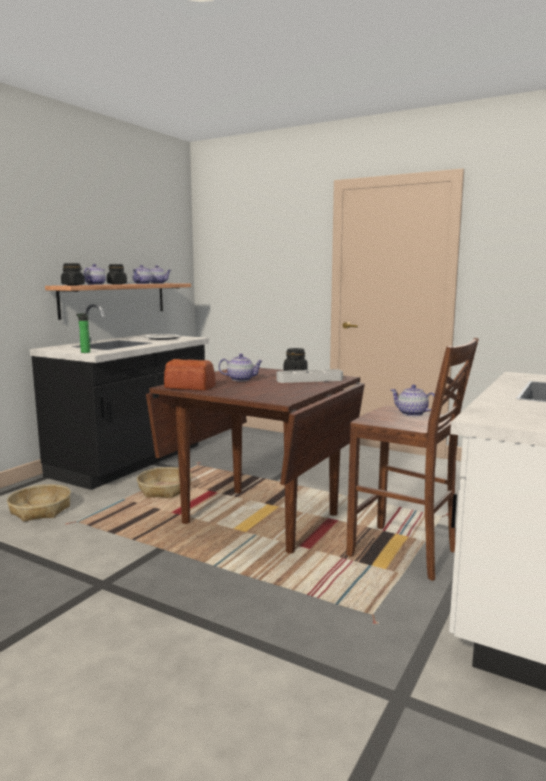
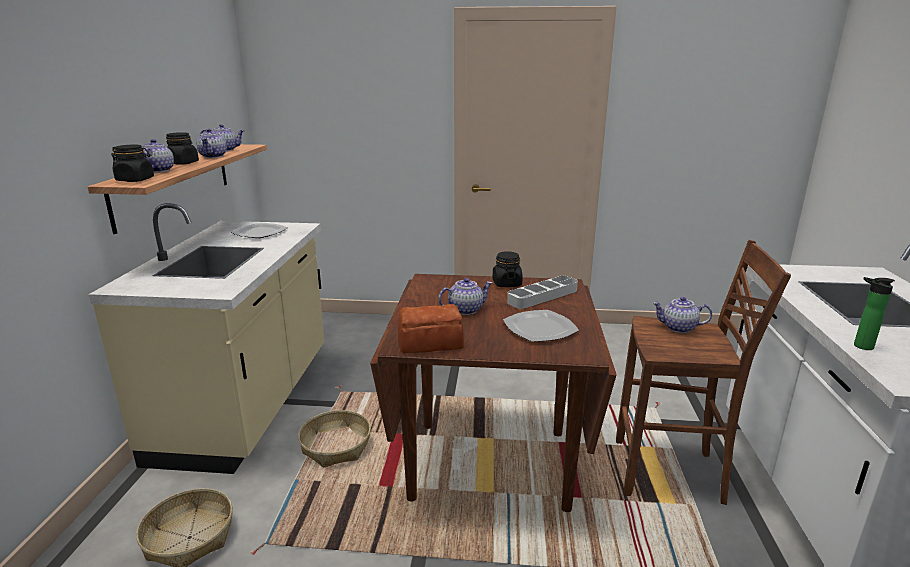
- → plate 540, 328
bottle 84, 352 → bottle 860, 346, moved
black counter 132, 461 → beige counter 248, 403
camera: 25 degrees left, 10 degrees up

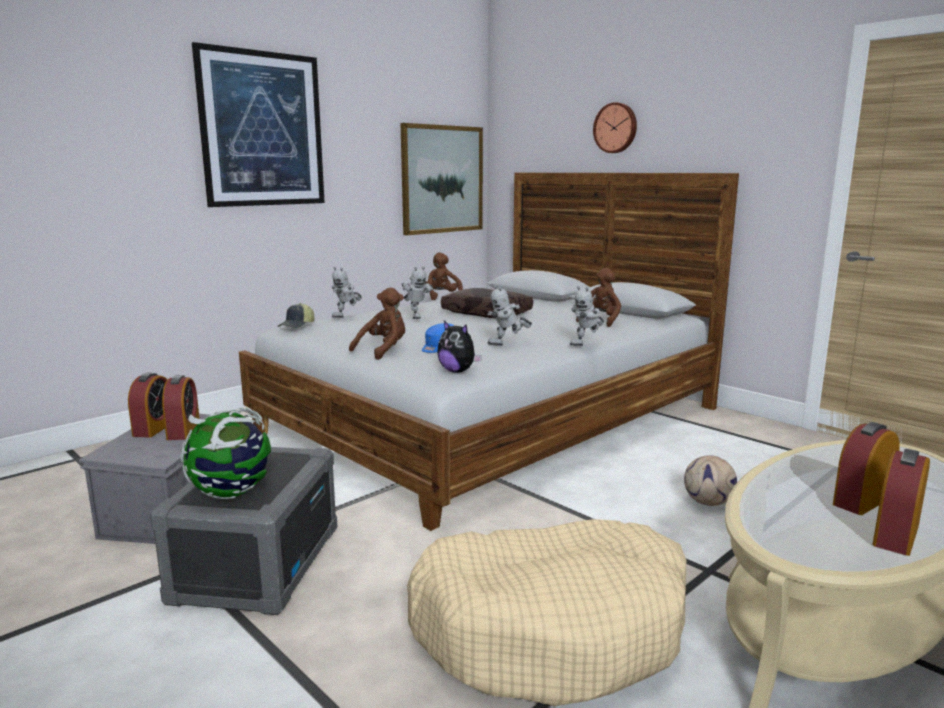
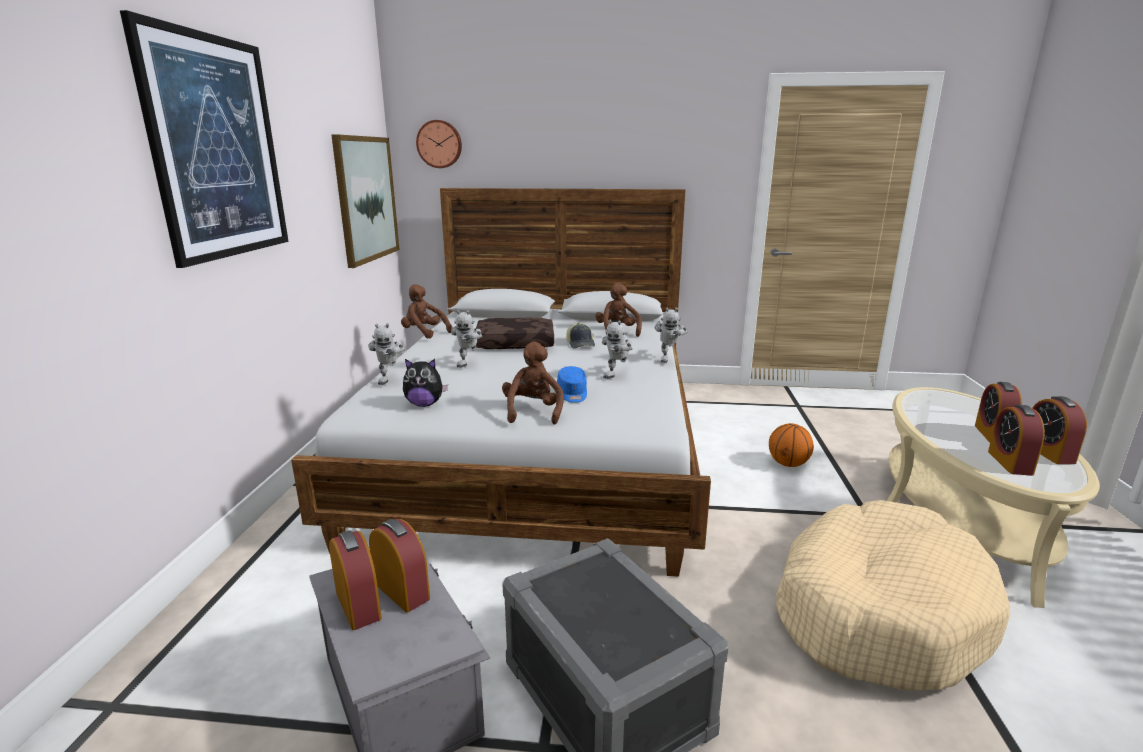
globe 232, 493 → -
- → alarm clock 1010, 462
cap 297, 325 → cap 581, 344, moved
plush toy 458, 371 → plush toy 425, 404, moved
wall clock 616, 128 → wall clock 439, 144, moved
football 708, 503 → basketball 788, 464
toy robot 416, 317 → toy robot 469, 363, 75 degrees clockwise
camera: 40 degrees left, 5 degrees up

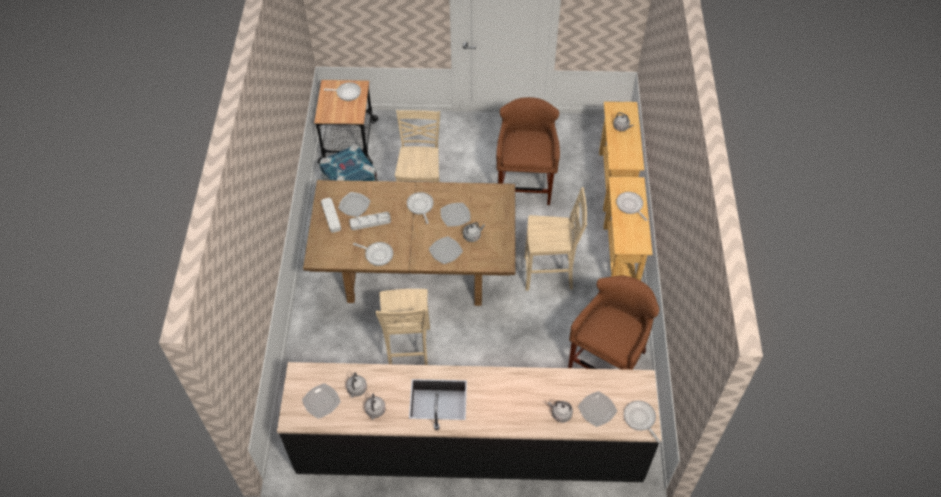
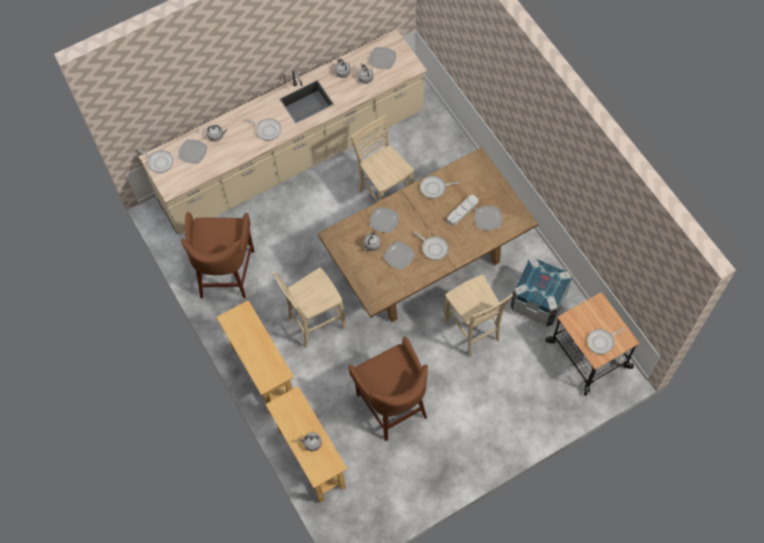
grey tray 331, 216 → -
frying pan 630, 206 → frying pan 267, 130, moved
black counter 470, 445 → beige counter 293, 158
camera: 150 degrees right, 10 degrees up

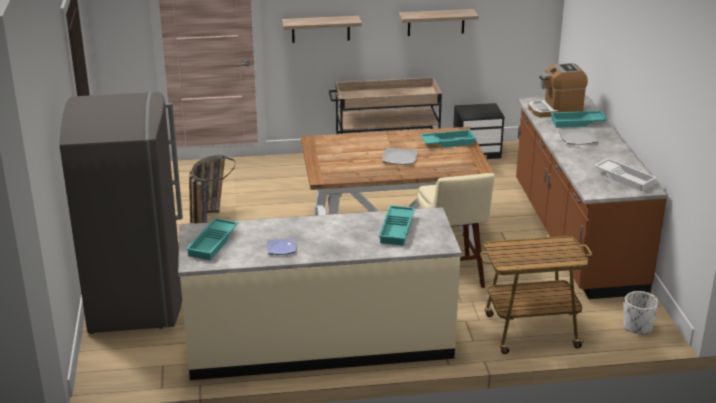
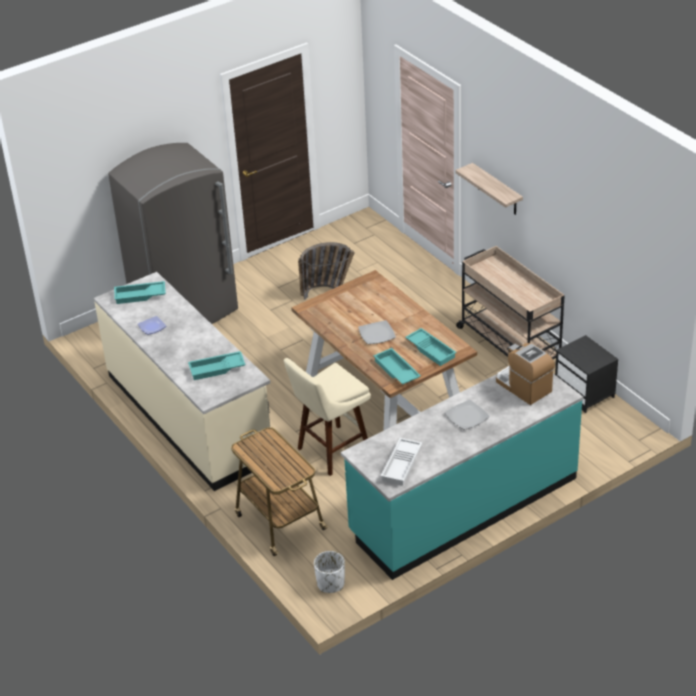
shelf 436, 22 → -
turquoise tray 577, 123 → turquoise tray 396, 371, moved
brown counter 575, 236 → turquoise counter 463, 505
camera: 65 degrees right, 10 degrees up

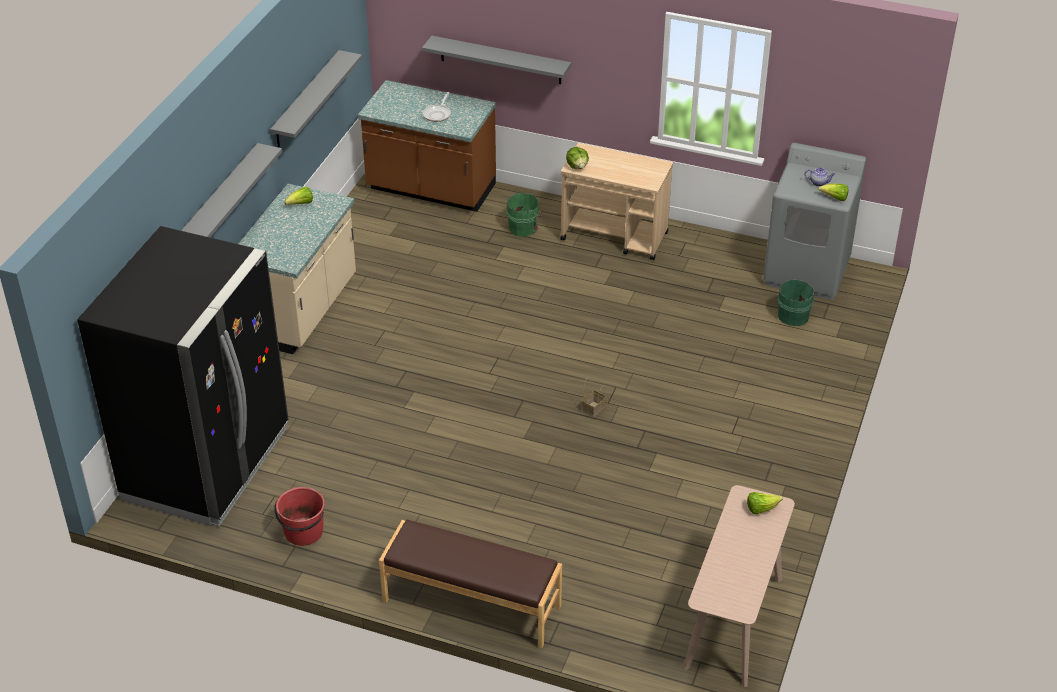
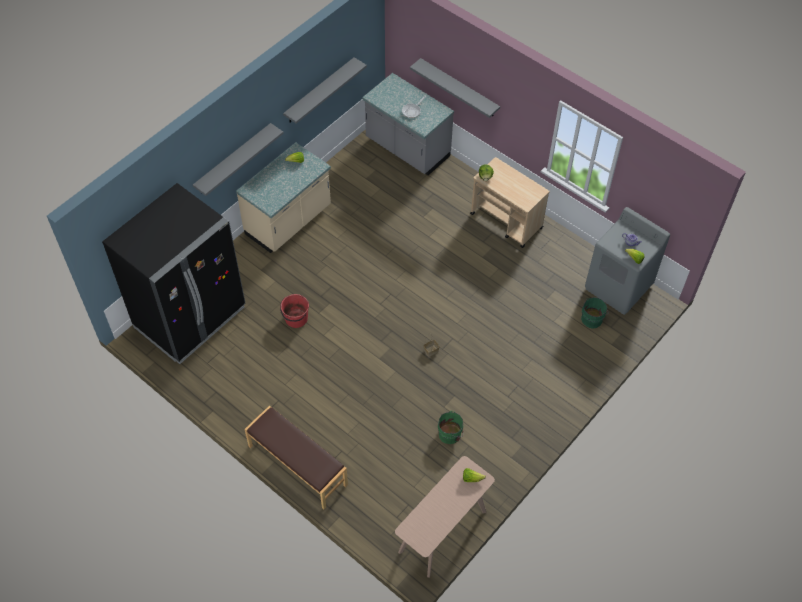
red bucket 303, 532 → red bucket 296, 319, moved
green bucket 524, 227 → green bucket 451, 434, moved
brown counter 431, 189 → grey counter 407, 149
camera: 20 degrees right, 15 degrees up

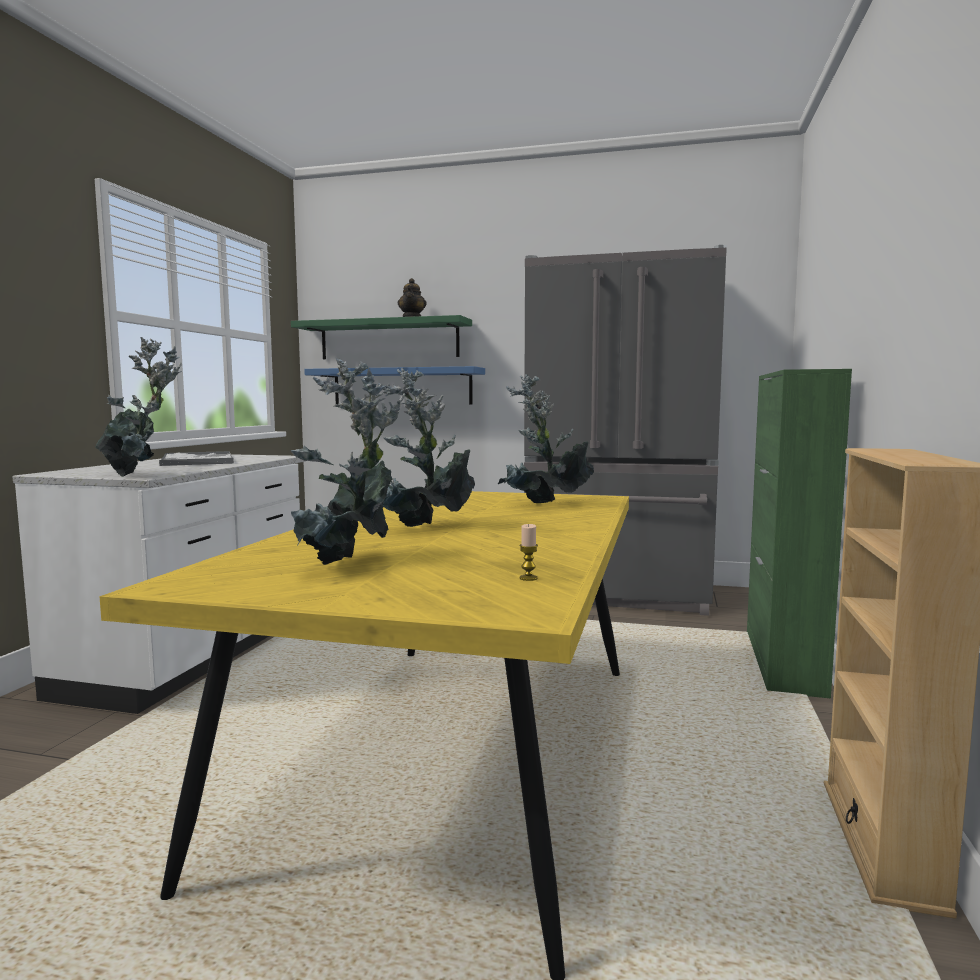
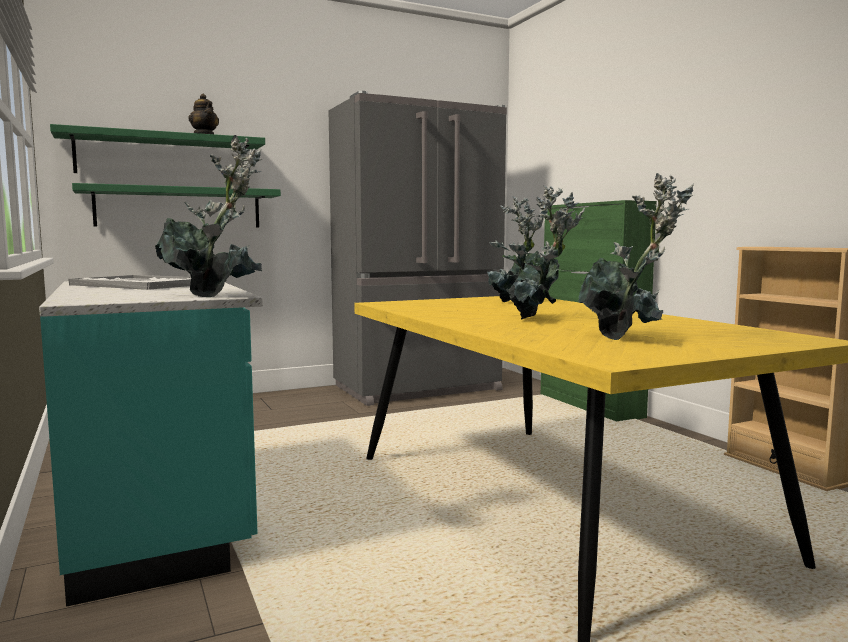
candle 528, 578 → -
white counter 192, 658 → turquoise counter 160, 517
blue shelf 402, 387 → green shelf 179, 208
camera: 40 degrees left, 0 degrees up

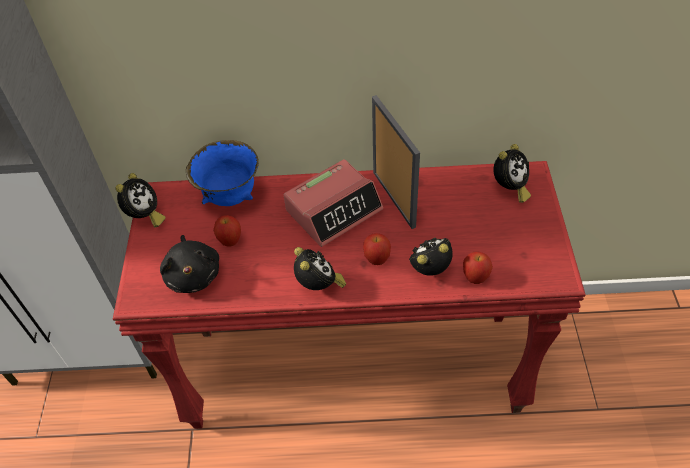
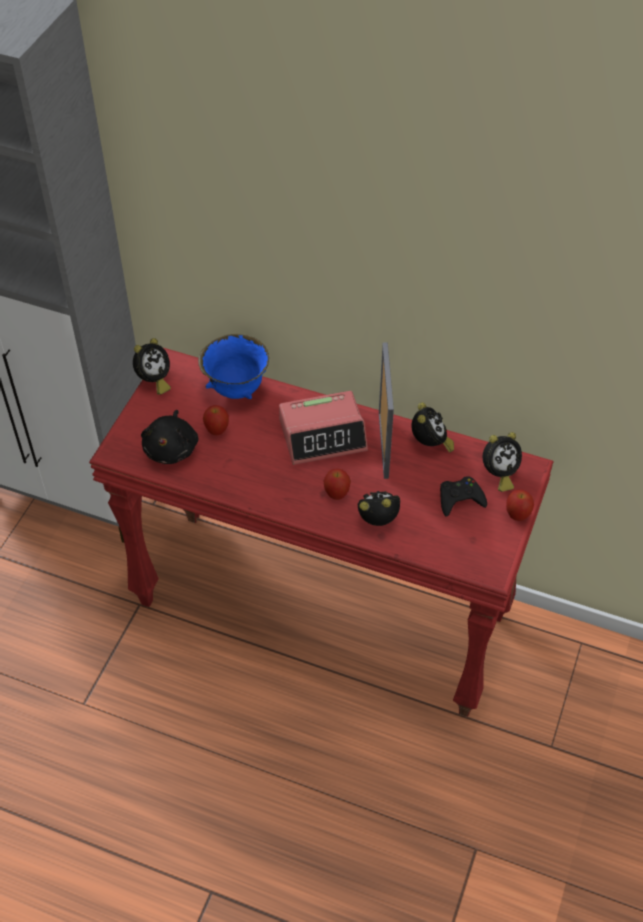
- → black game controller 460, 499
alarm clock 319, 286 → alarm clock 430, 444, moved
apple 475, 278 → apple 517, 515, moved
camera: 20 degrees right, 0 degrees up

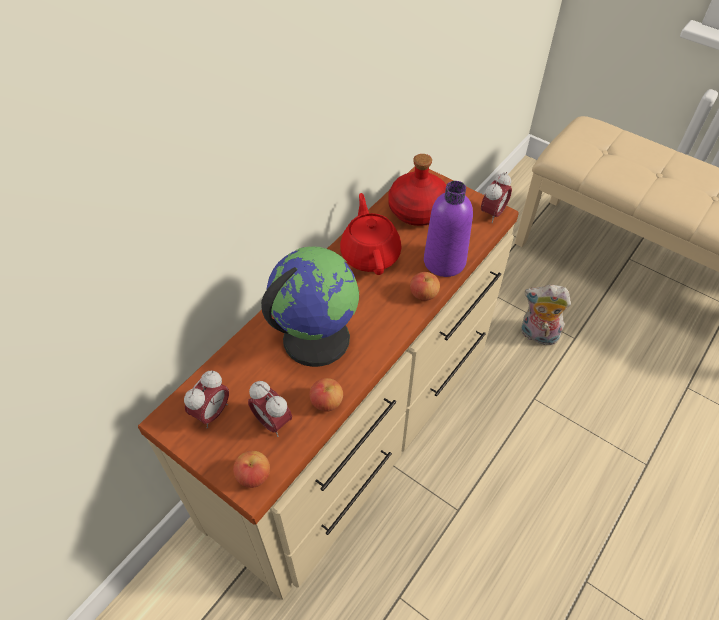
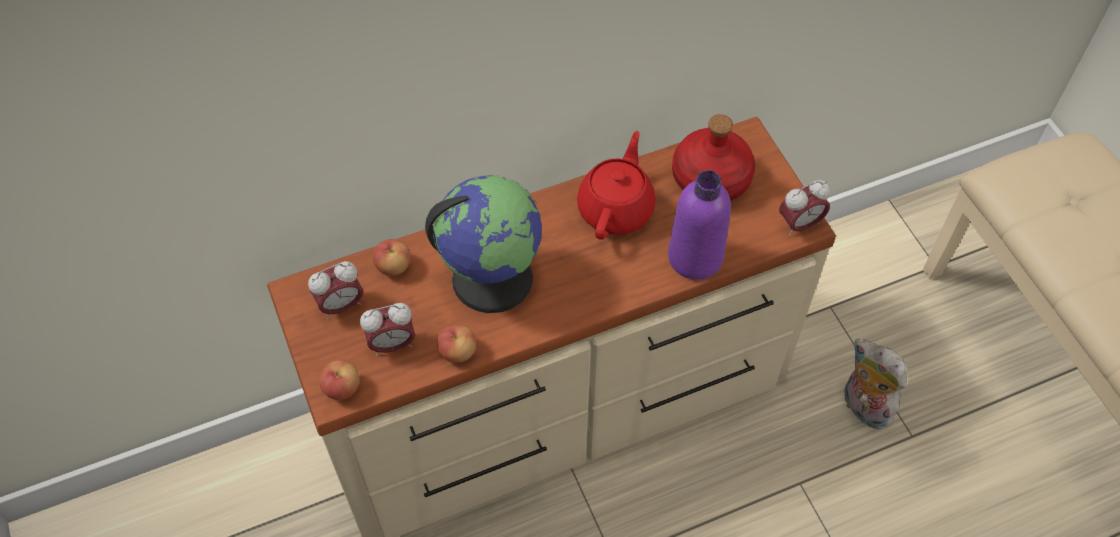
apple 423, 294 → apple 393, 266, moved
alarm clock 272, 422 → alarm clock 392, 344, 90 degrees counterclockwise
camera: 30 degrees right, 5 degrees up

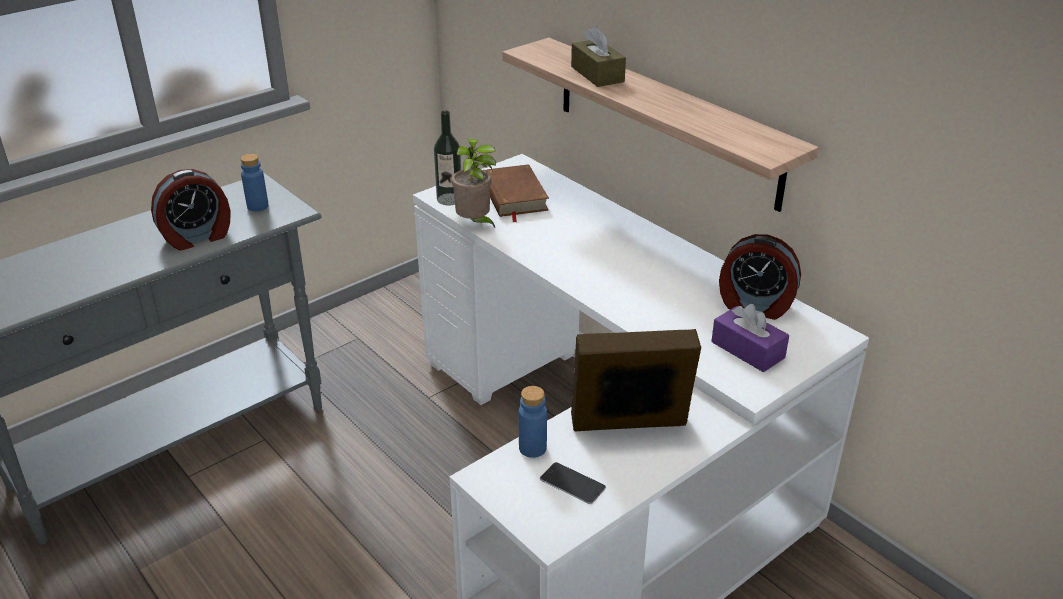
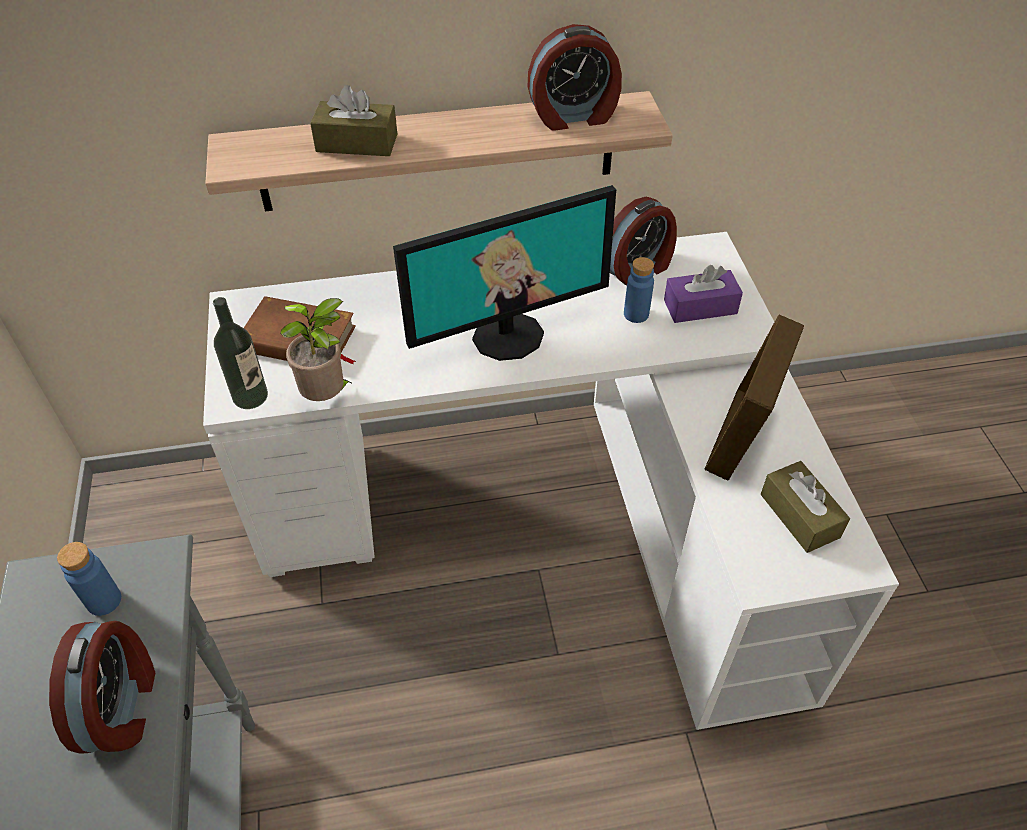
- → monitor 507, 335
- → alarm clock 573, 116
blue bottle 532, 448 → blue bottle 636, 314, moved
phone 572, 483 → brown tissue box 799, 515
camera: 60 degrees left, 15 degrees up

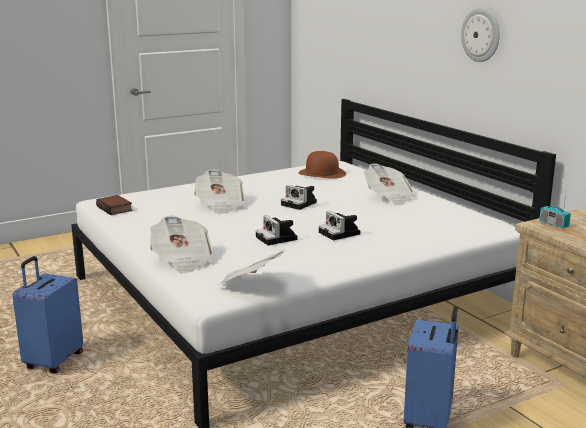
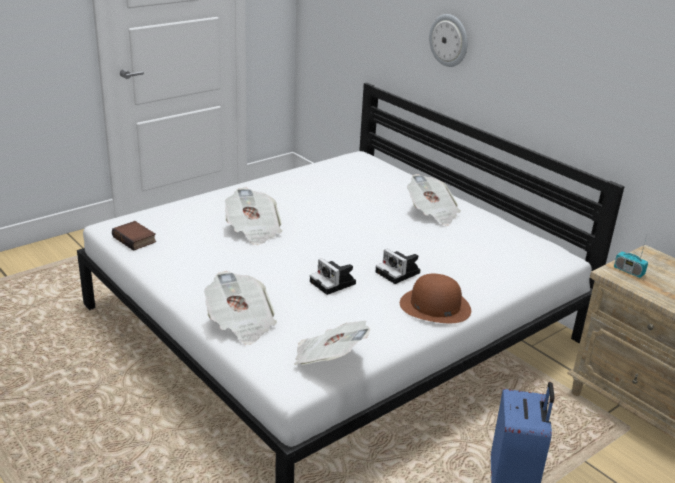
blue suitcase 53, 361 → -
photo camera 300, 204 → -
brown hat 322, 173 → brown hat 434, 306, moved
wall clock 481, 35 → wall clock 449, 40, moved
camera: 10 degrees left, 10 degrees up

